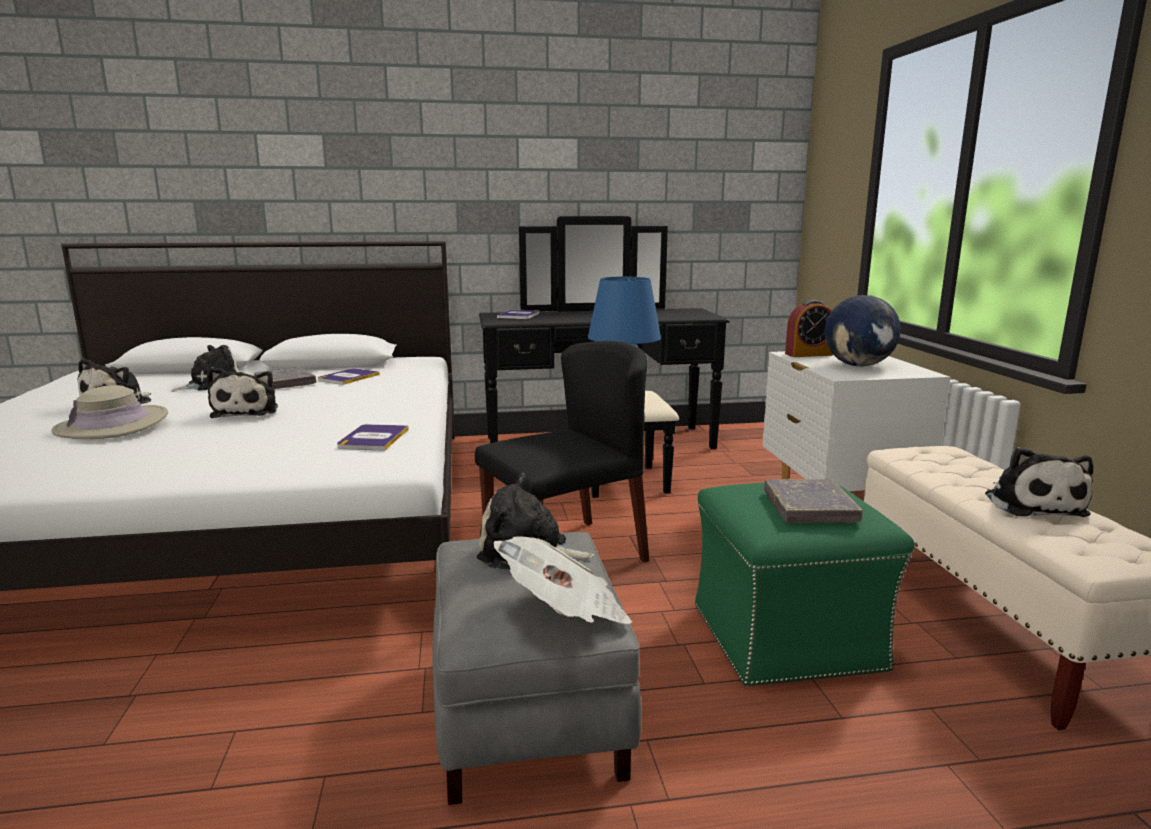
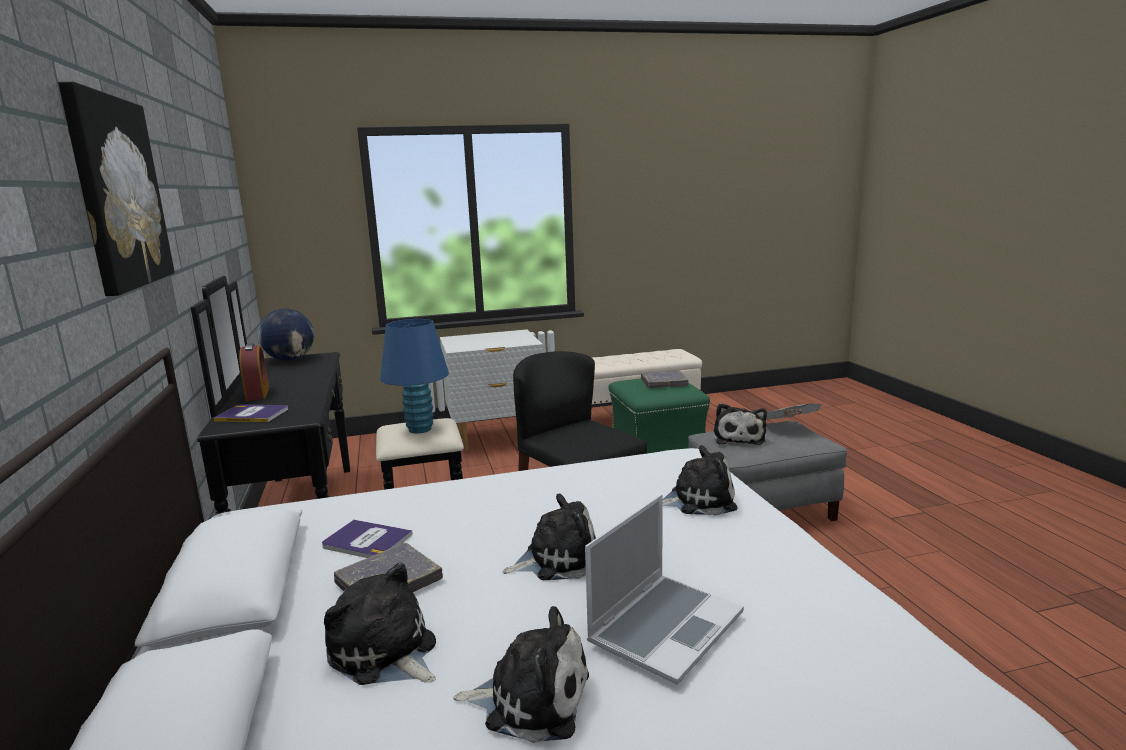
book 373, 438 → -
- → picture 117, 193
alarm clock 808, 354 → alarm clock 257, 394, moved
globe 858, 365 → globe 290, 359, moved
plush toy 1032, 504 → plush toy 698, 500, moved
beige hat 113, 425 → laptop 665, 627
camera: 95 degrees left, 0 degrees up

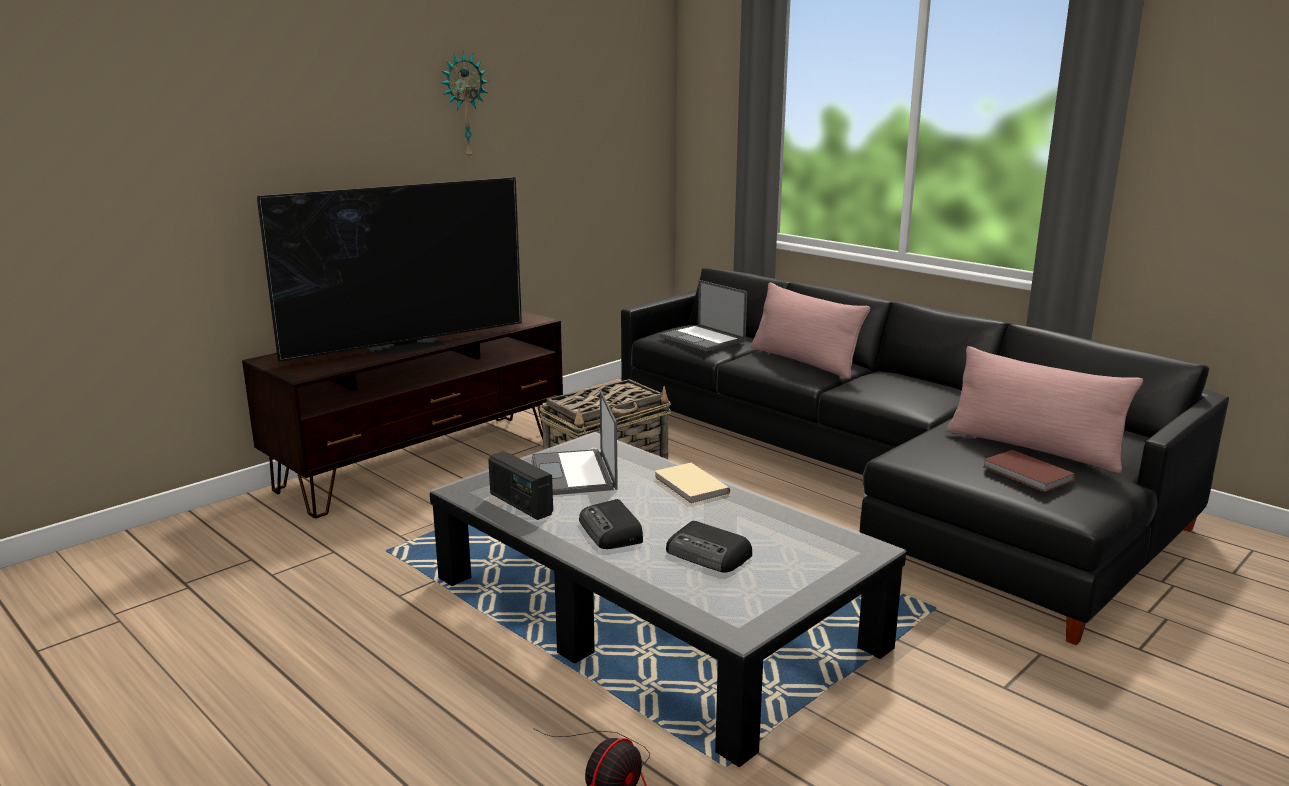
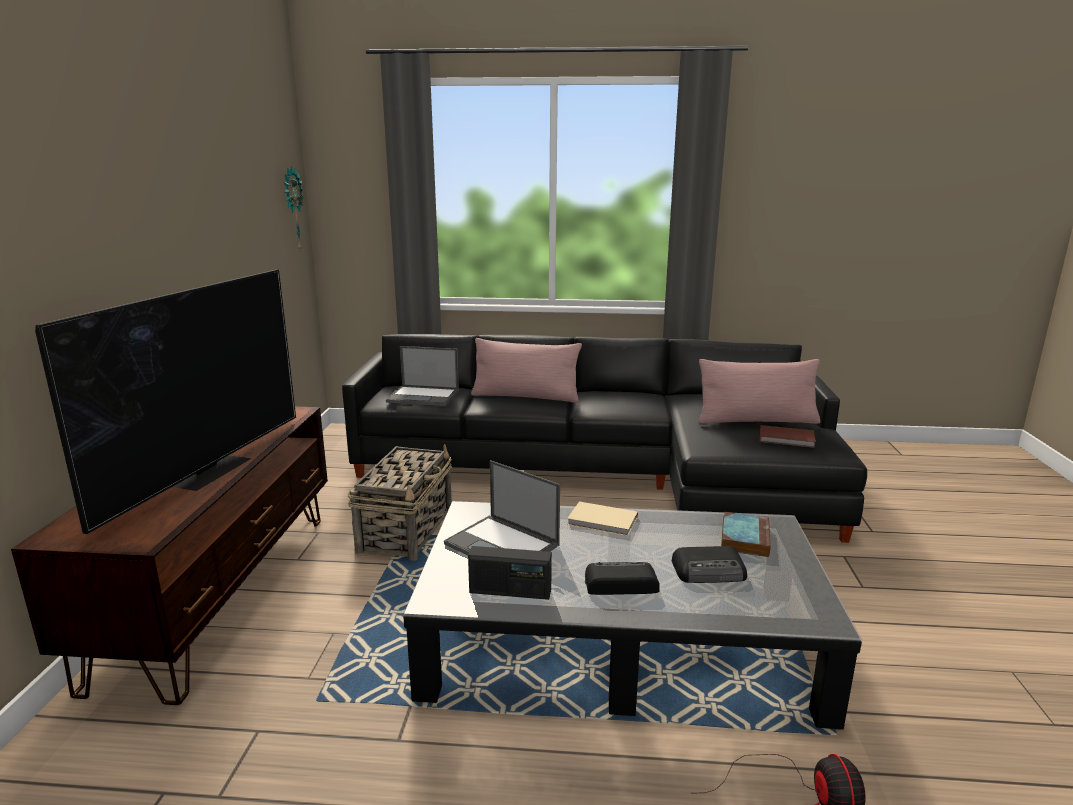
- → book 744, 538
wall clock 463, 106 → wall clock 292, 210, moved
radio 611, 532 → radio 619, 583, 150 degrees clockwise
camera: 40 degrees left, 0 degrees up

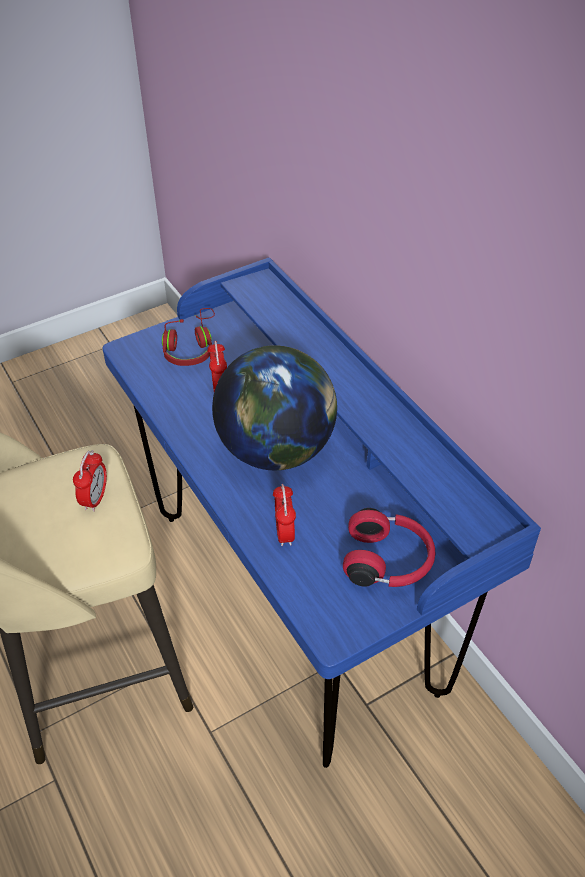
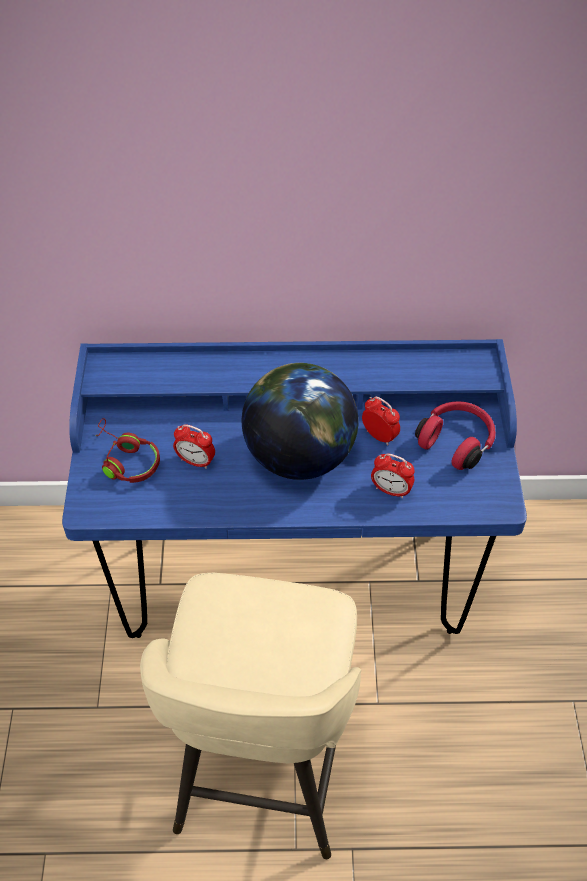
alarm clock 95, 499 → alarm clock 379, 436, moved
camera: 60 degrees left, 5 degrees up

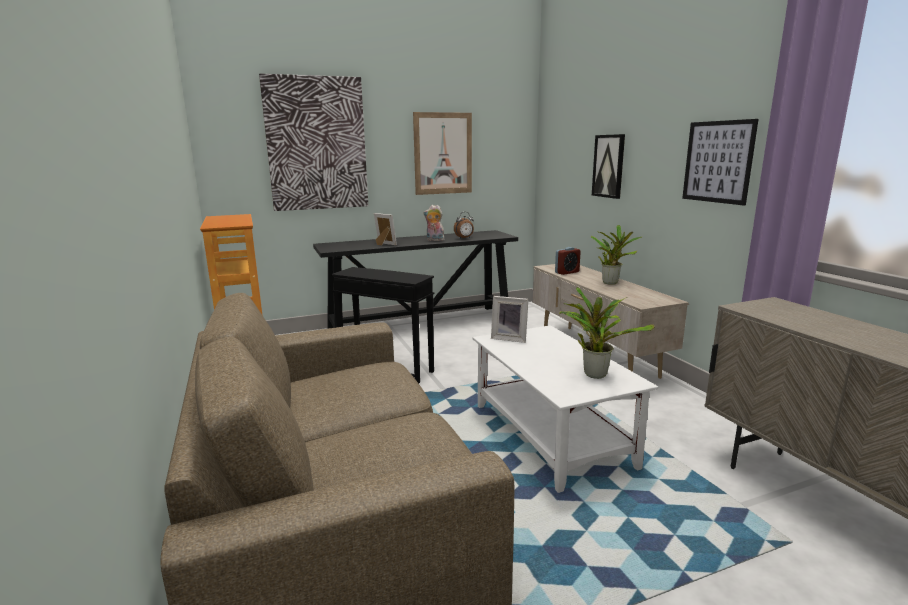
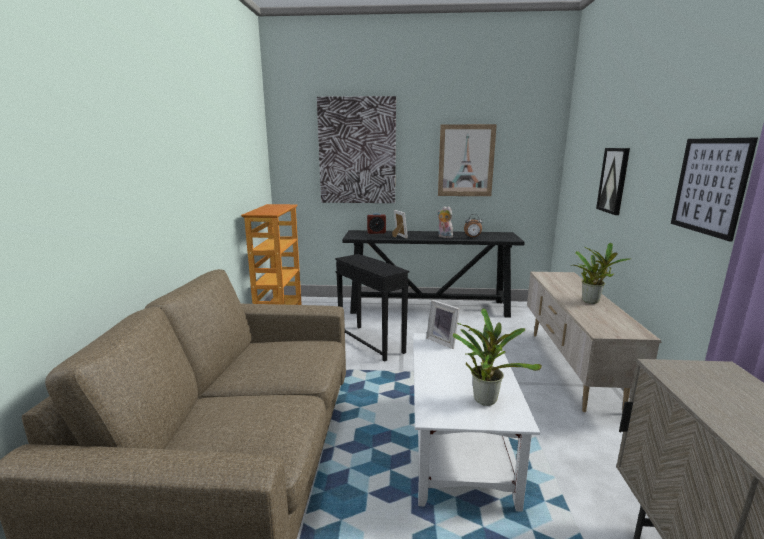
alarm clock 567, 272 → alarm clock 376, 232, moved
camera: 25 degrees right, 0 degrees up

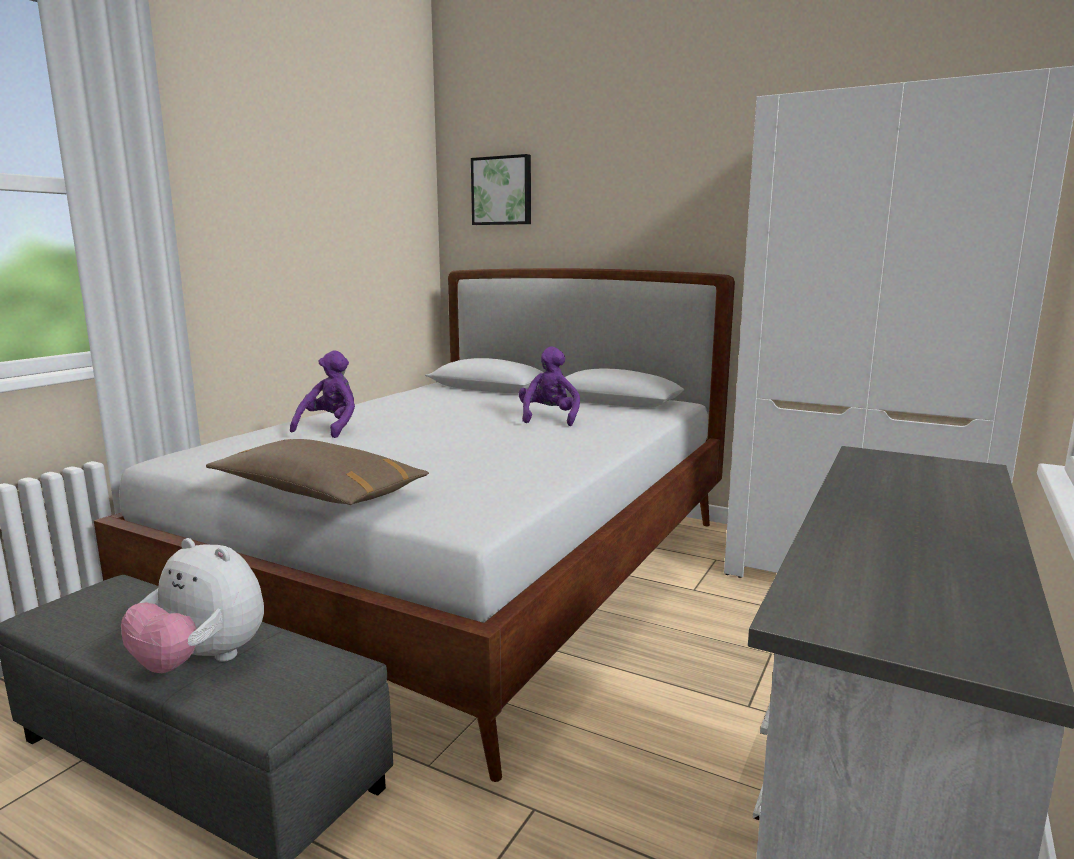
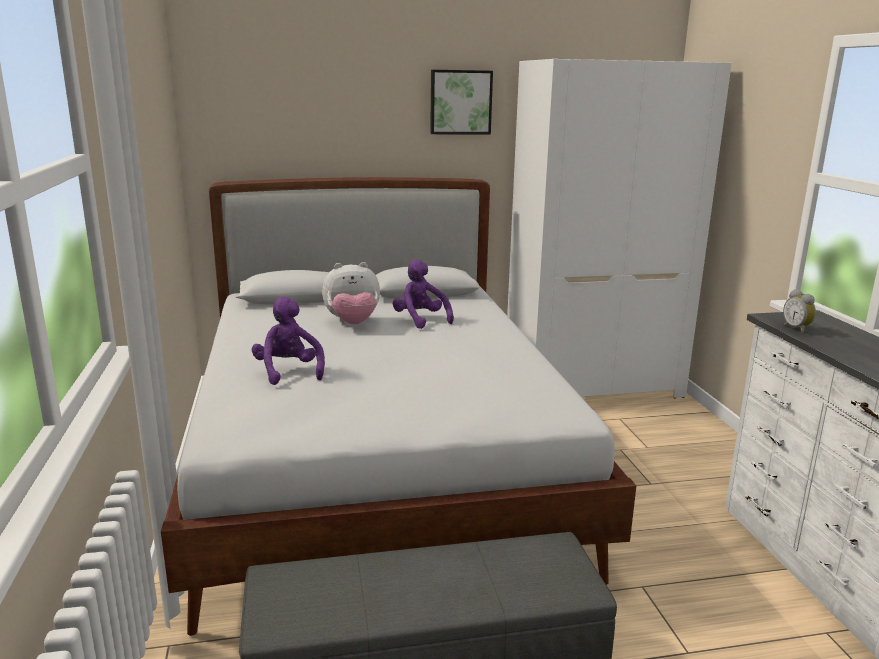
brown pillow 317, 493 → -
- → alarm clock 797, 329
plush toy 202, 661 → plush toy 352, 324, moved
picture 502, 191 → picture 460, 102, moved
camera: 40 degrees left, 5 degrees up

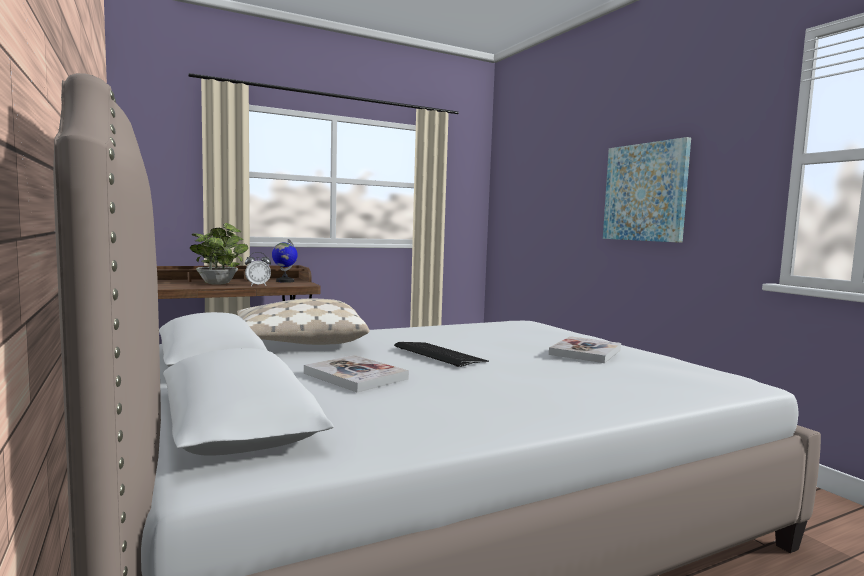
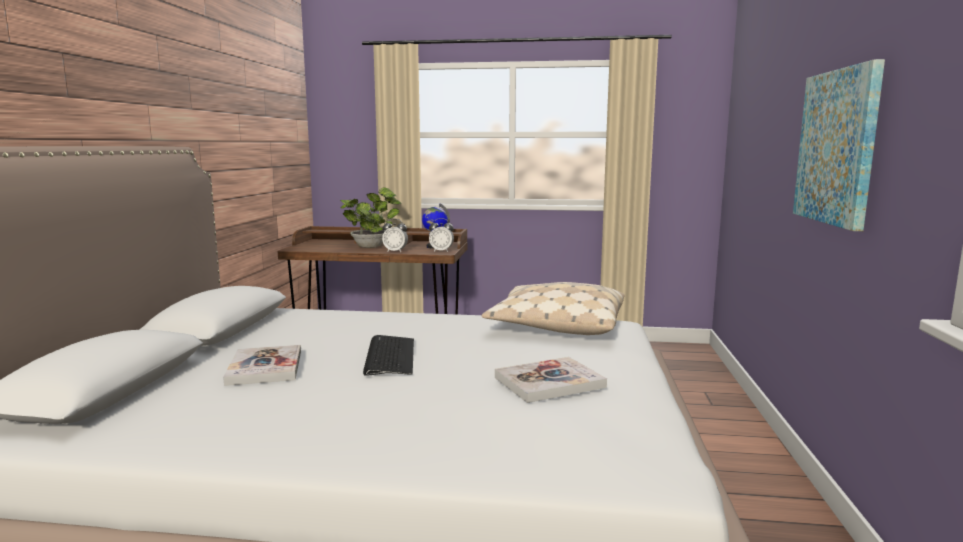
- → alarm clock 441, 251
beige pillow 297, 341 → beige pillow 556, 325, moved
camera: 35 degrees right, 5 degrees up

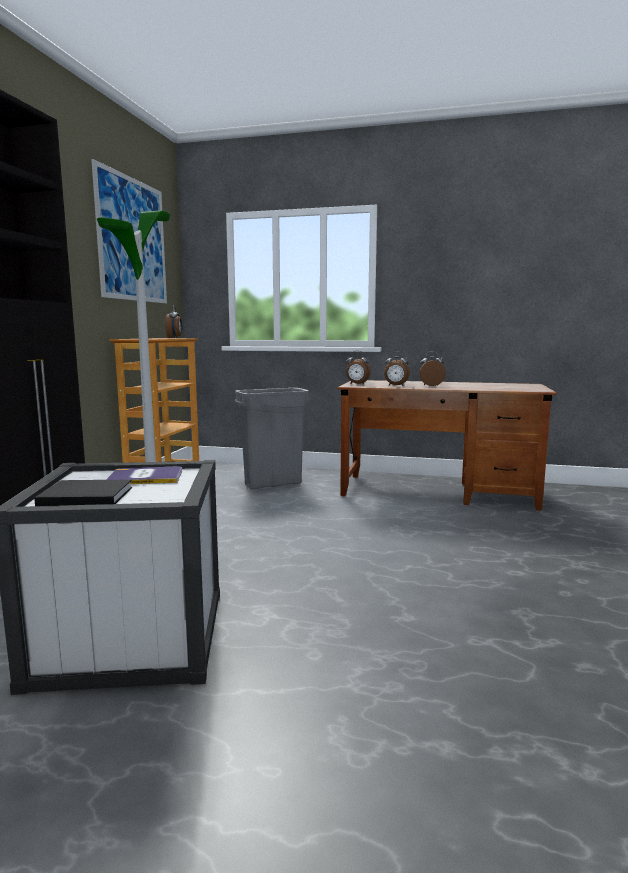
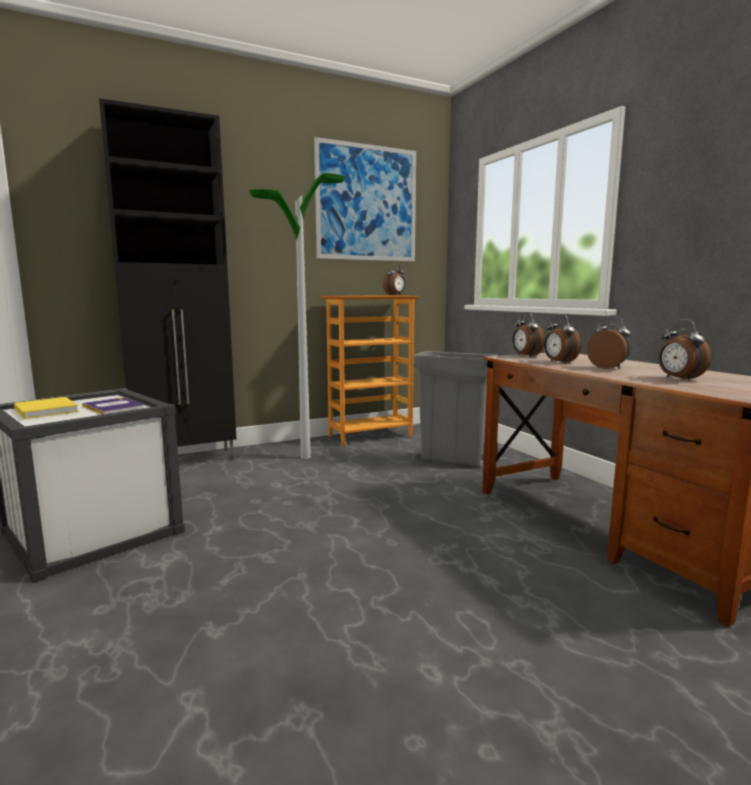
- → alarm clock 678, 379
black book 83, 496 → yellow book 46, 410
camera: 50 degrees right, 0 degrees up

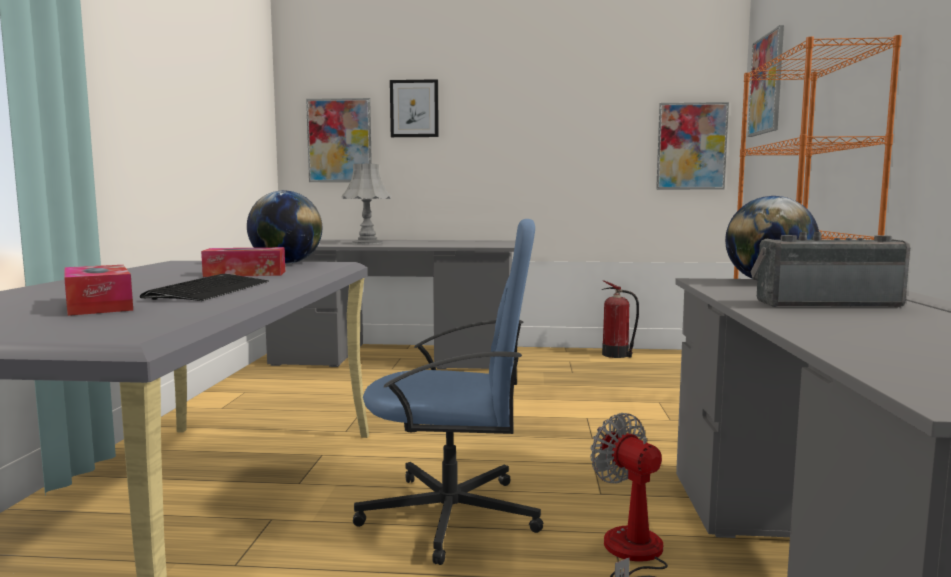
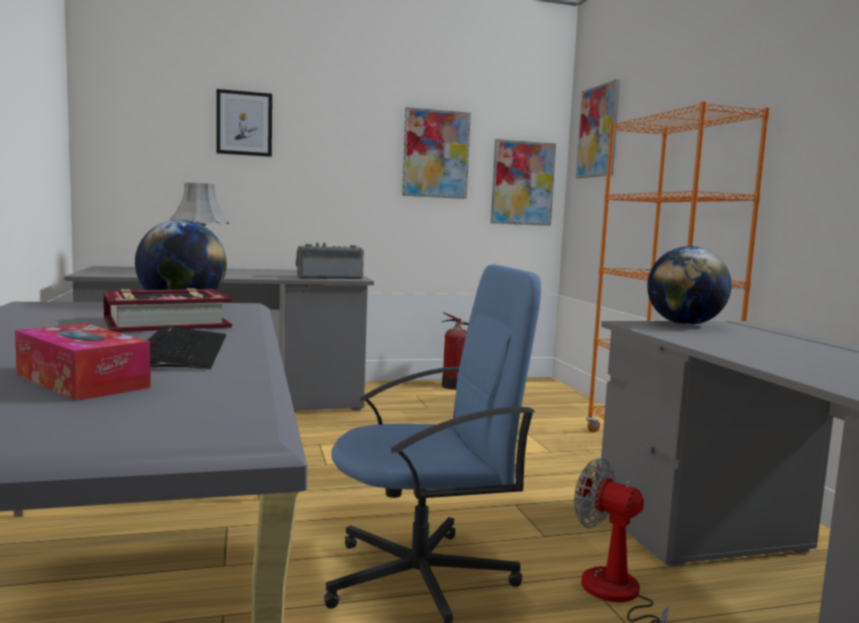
picture 339, 140 → picture 436, 154, moved
radio 824, 303 → radio 329, 278, moved
tissue box 245, 274 → book 166, 323
camera: 20 degrees left, 0 degrees up

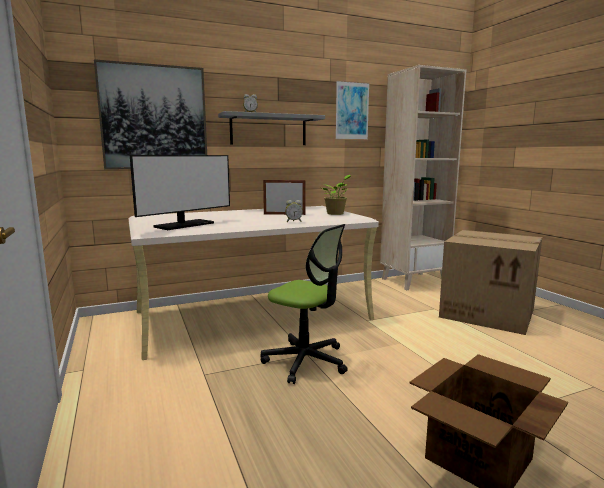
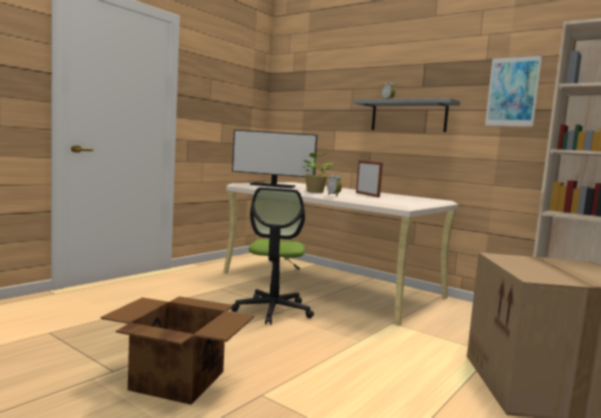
picture 154, 118 → -
potted plant 336, 214 → potted plant 314, 192, moved
camera: 60 degrees right, 5 degrees down

